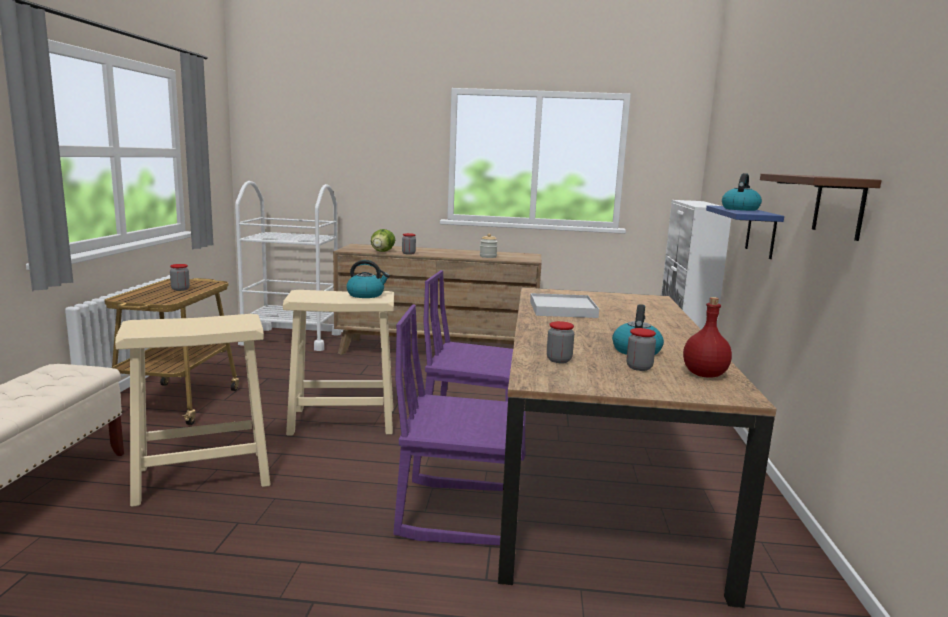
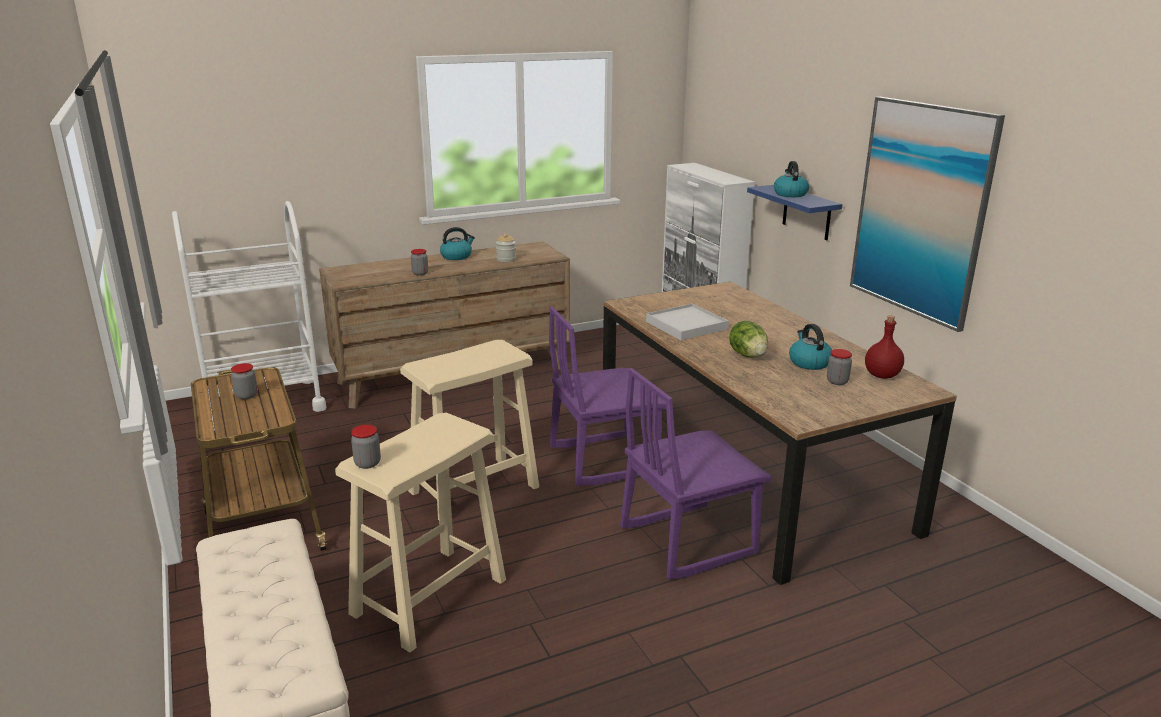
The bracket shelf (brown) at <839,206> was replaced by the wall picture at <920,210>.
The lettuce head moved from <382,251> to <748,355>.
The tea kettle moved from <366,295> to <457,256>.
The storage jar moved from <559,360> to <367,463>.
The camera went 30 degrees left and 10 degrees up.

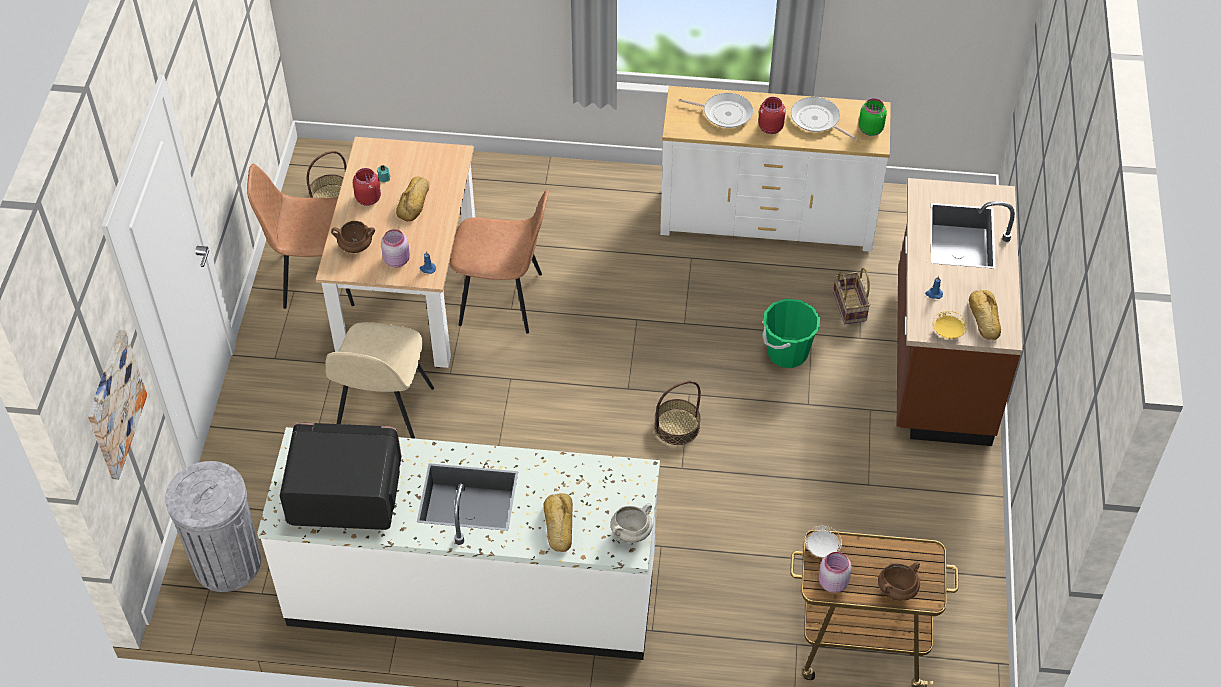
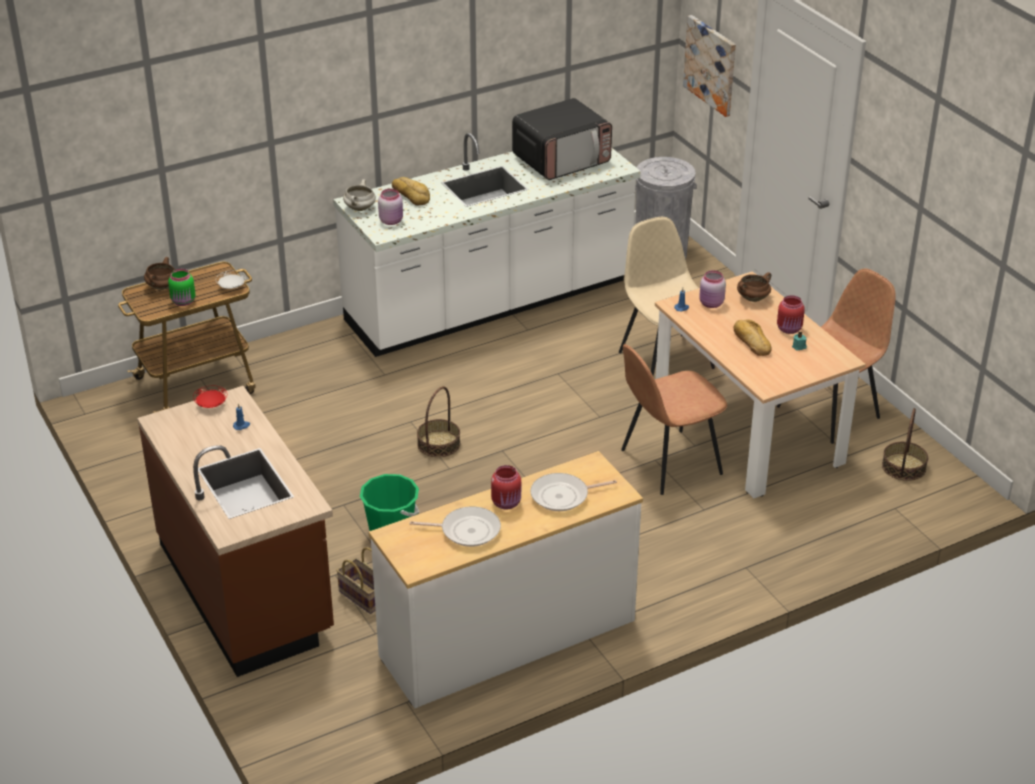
The storage jar (greenish) moved from <870,129> to <184,302>.
The bakery bread at <983,318> disappeared.
The dinner plate (yellowish) at <948,331> became the dinner plate (red-coloured) at <211,404>.
The storage jar (pinkish) moved from <832,582> to <391,221>.
The camera went 145 degrees right and 15 degrees down.

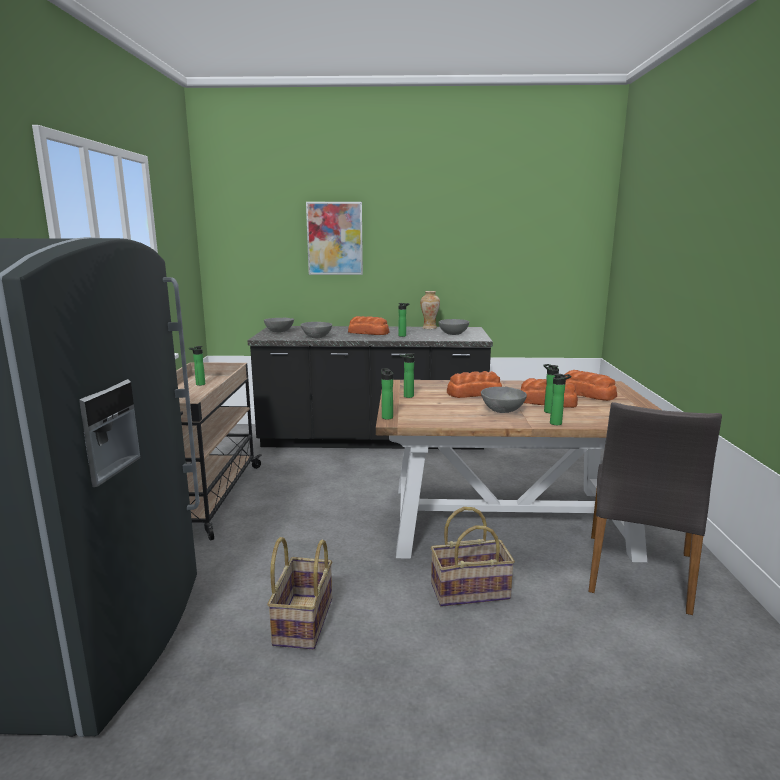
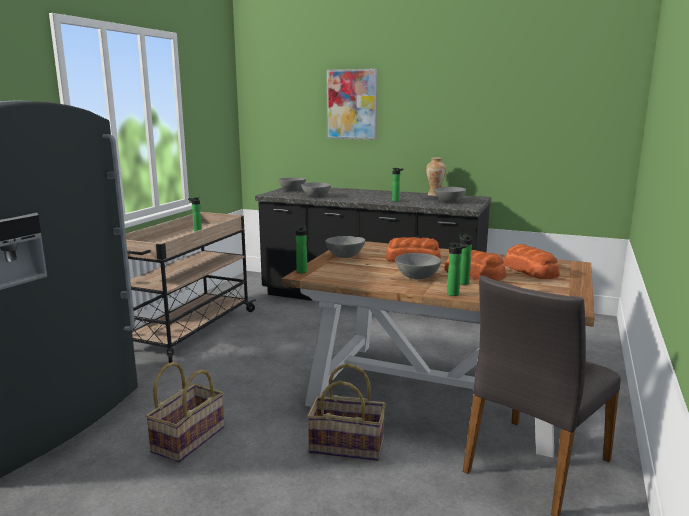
The bakery bread at <369,333> disappeared.
The bottle at <407,396> was replaced by the bowl (grey) at <345,256>.
The camera went 20 degrees right and 0 degrees up.

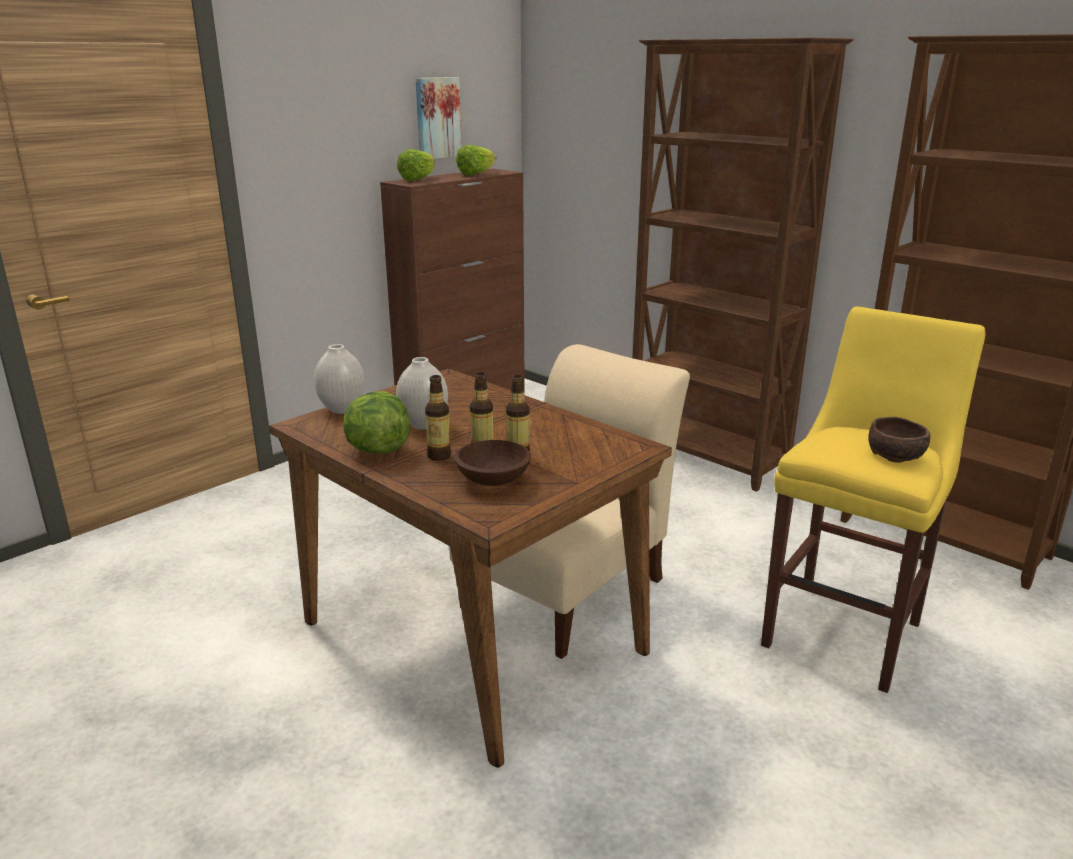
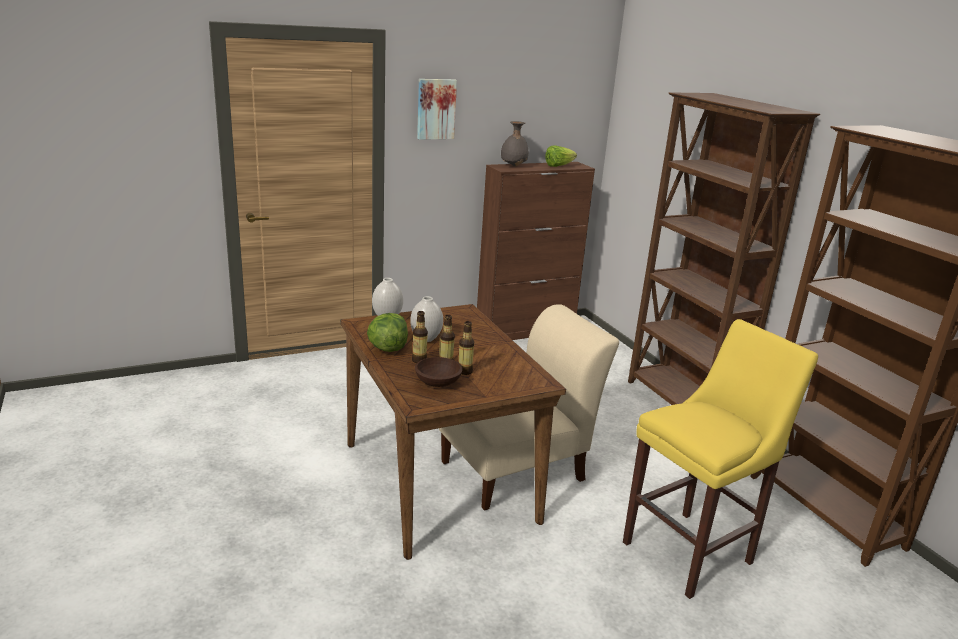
The wall picture moved from <437,118> to <435,109>.
The lettuce head at <418,179> was replaced by the flower vase (grey) at <513,166>.
The bowl (brown) at <896,455> disappeared.
The camera went 20 degrees right and 0 degrees up.

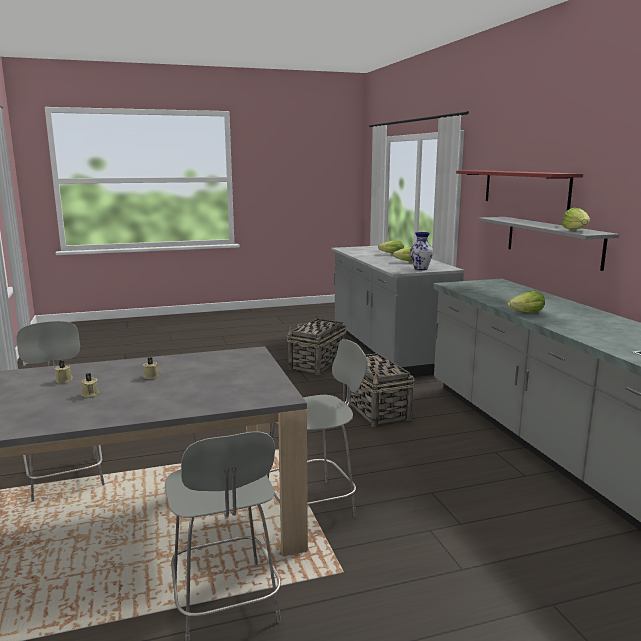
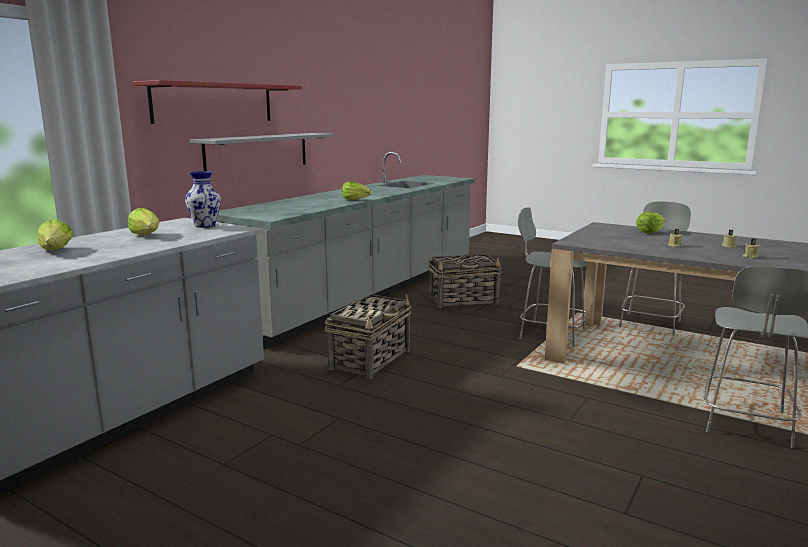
The lettuce head moved from <576,230> to <649,232>.
The basket moved from <316,364> to <464,300>.
The camera went 130 degrees left and 0 degrees up.

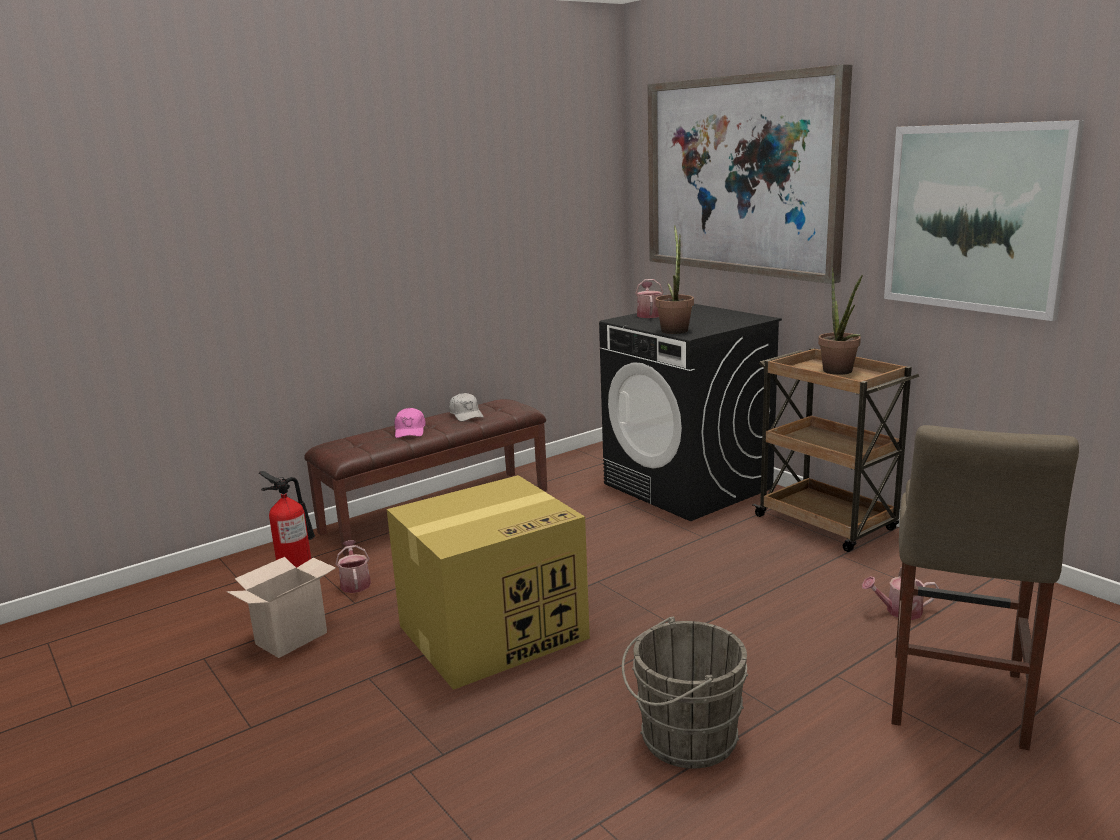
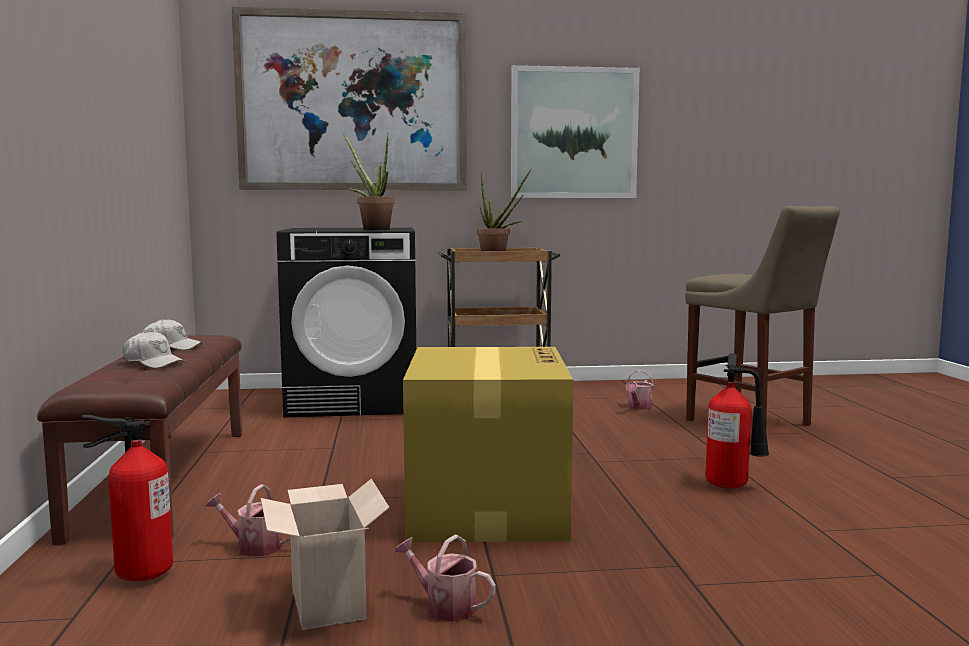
The watering pot moved from <649,314> to <444,606>.
The cap (pinkish) at <410,431> became the cap (white) at <153,363>.
The water bucket (grey) at <682,739> was replaced by the fire extinguisher at <733,485>.
The camera went 60 degrees left and 10 degrees down.

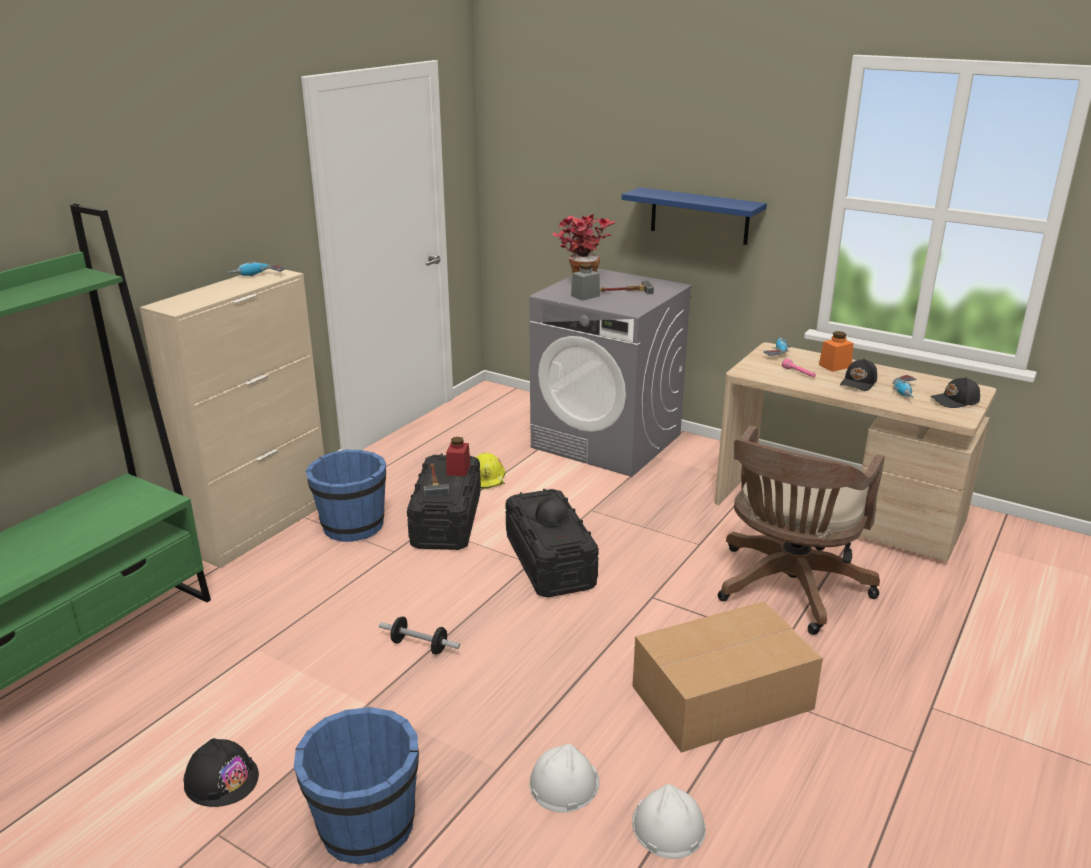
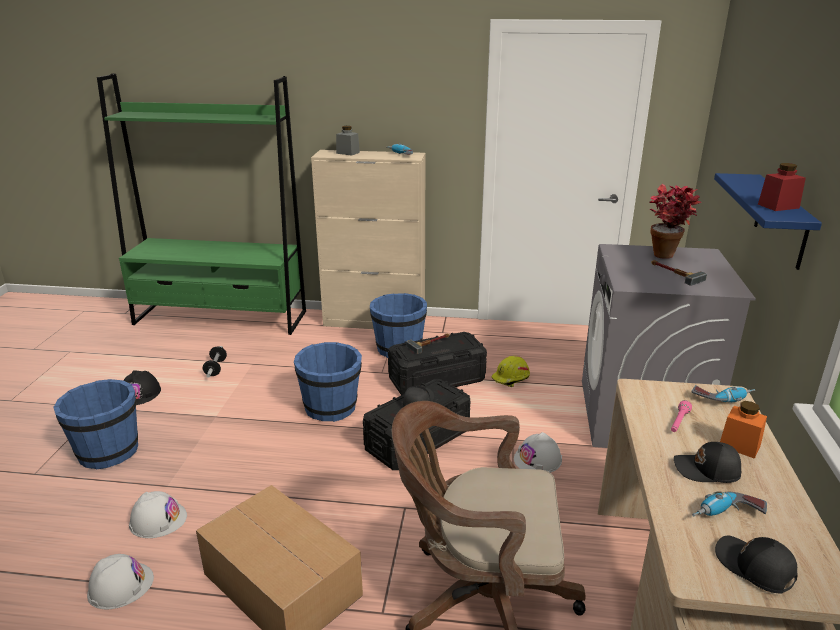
The storage jar (grey) moved from <585,296> to <348,153>.
The storage jar (red-coloured) moved from <458,470> to <778,206>.
The dumbbell moved from <419,646> to <216,368>.
The water bucket (blue) at <331,408> appeared.
The safety helmet (white) at <538,459> appeared.
The camera went 65 degrees right and 0 degrees up.

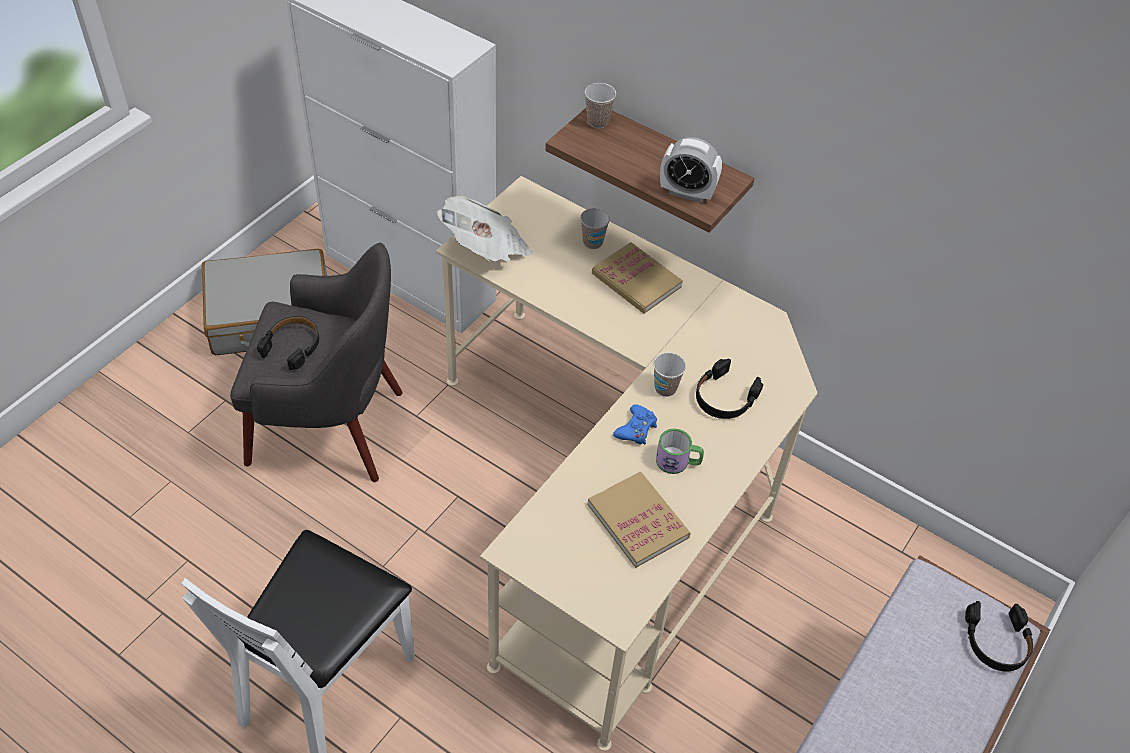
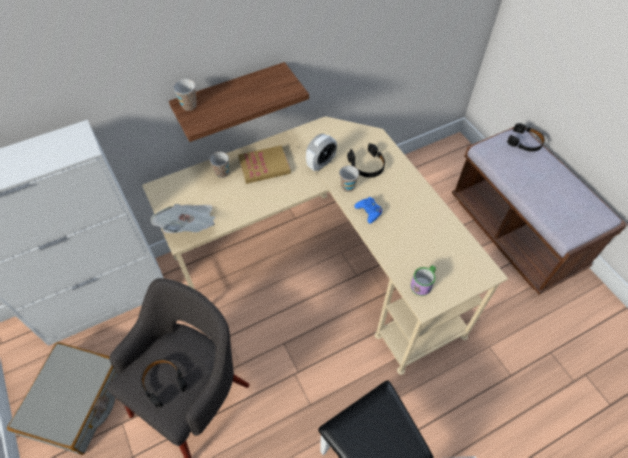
The alarm clock moved from <687,193> to <321,163>.
The coffee mug moved from <678,462> to <423,283>.
The book at <638,521> disappeared.
The camera went 60 degrees left and 5 degrees up.

